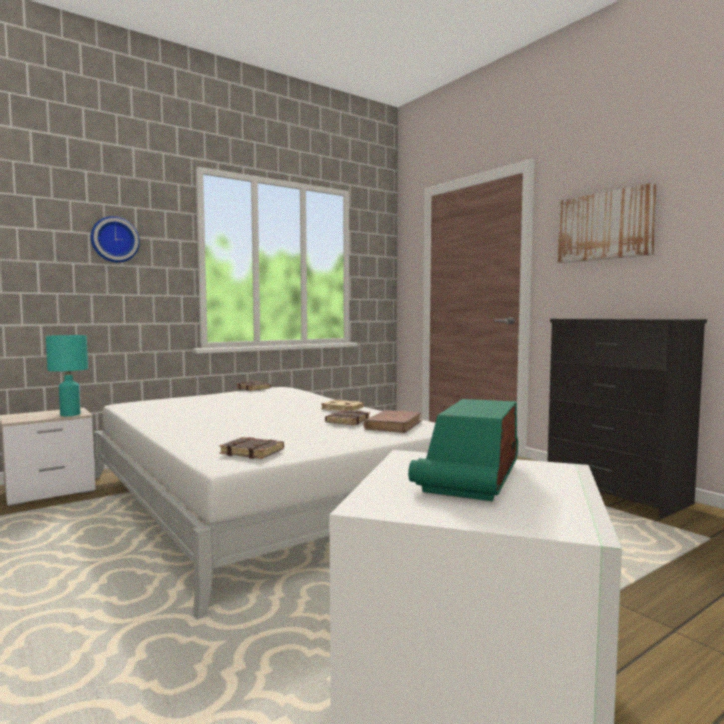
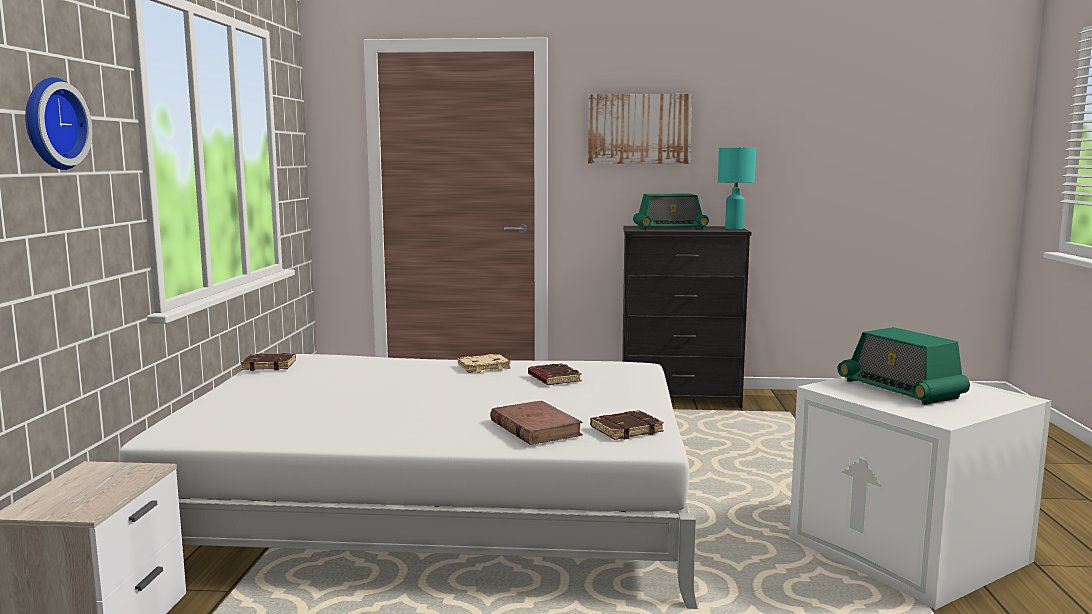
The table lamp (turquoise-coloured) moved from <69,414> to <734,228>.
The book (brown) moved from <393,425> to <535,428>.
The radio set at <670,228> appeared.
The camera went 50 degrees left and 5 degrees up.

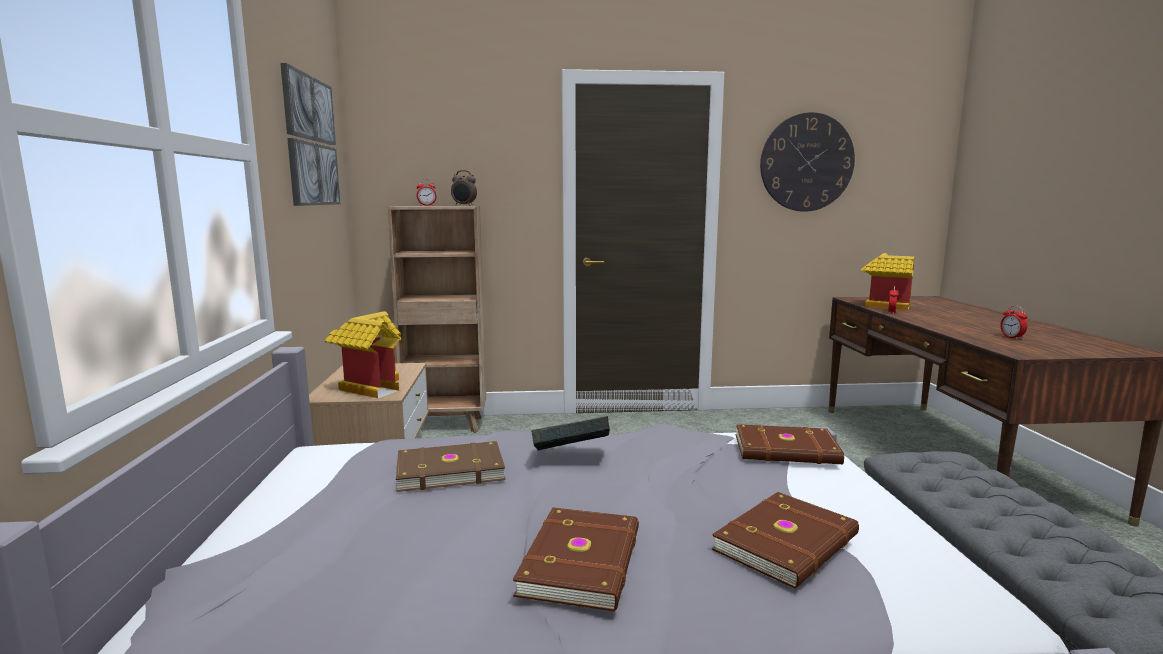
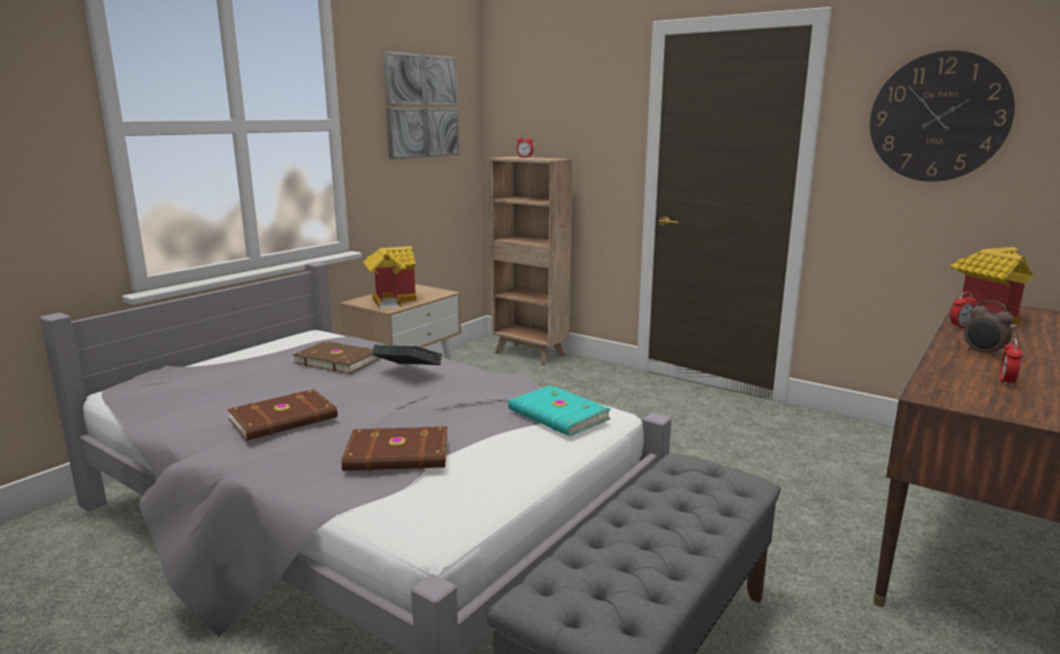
The alarm clock moved from <464,205> to <983,353>.
The book (brown) at <787,450> became the book (turquoise-coloured) at <558,415>.
The camera went 40 degrees right and 5 degrees up.

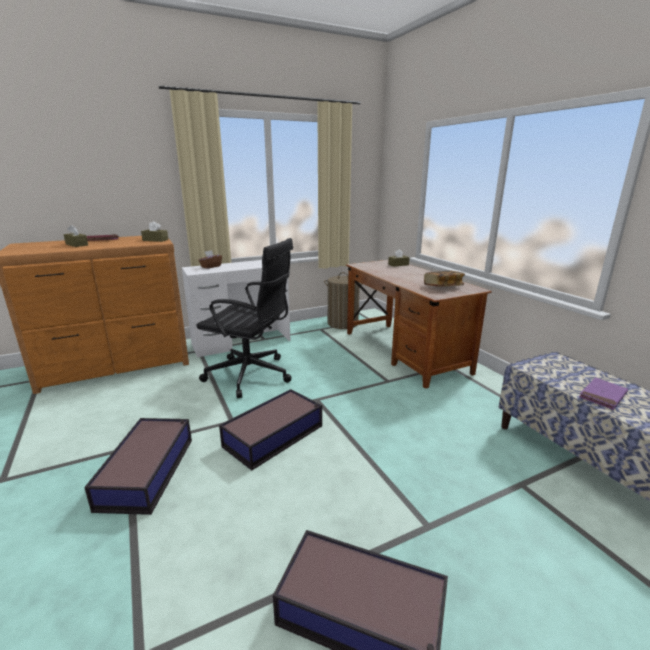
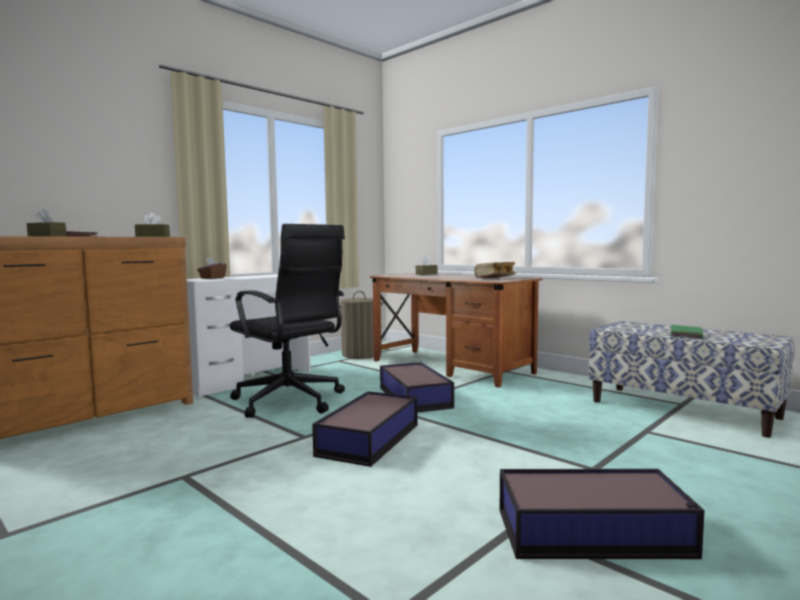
The desk chair (blackish) at <251,375> turned 45 degrees clockwise.
The book (purple) at <603,395> became the book (greenish) at <686,334>.
The storage bin moved from <148,471> to <414,397>.
The camera went 20 degrees left and 15 degrees down.

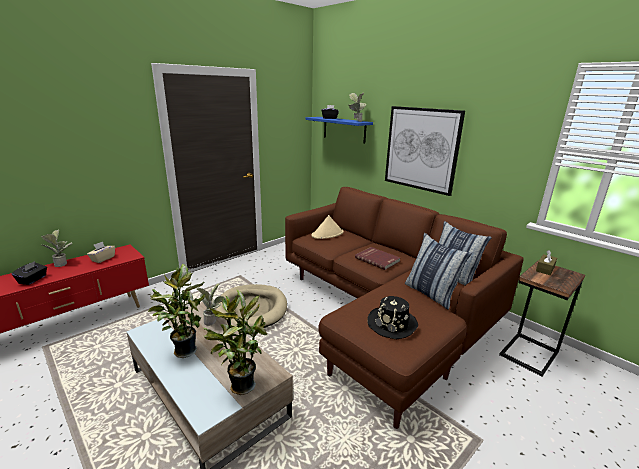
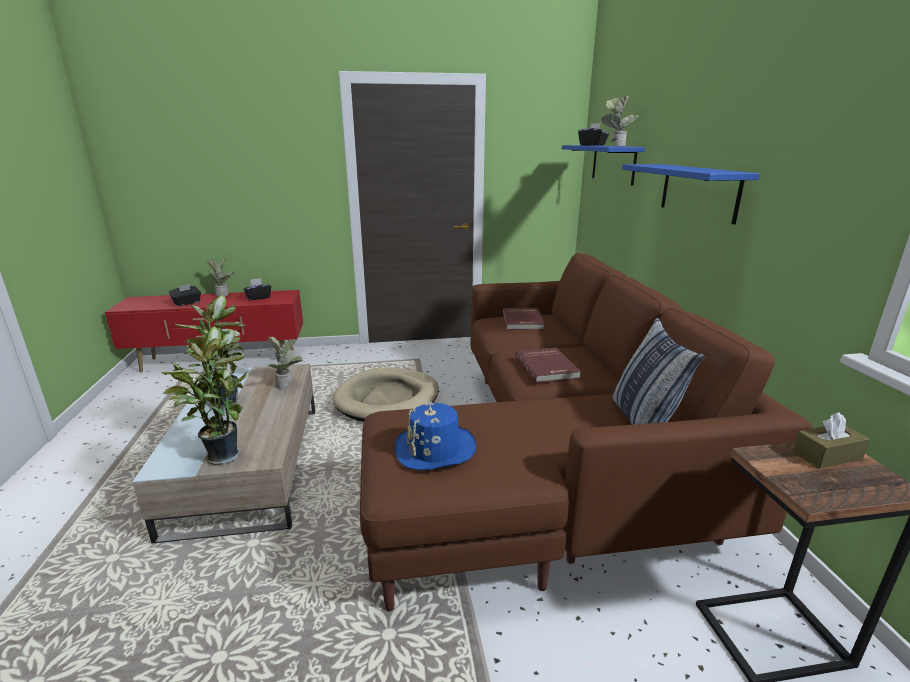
The wall picture at <421,149> was replaced by the bracket shelf (blue) at <698,191>.
The hat (beige) at <327,234> was replaced by the book (red-coloured) at <523,321>.
The pillow at <431,294> disappeared.
The tissue box (beige) at <103,259> became the tissue box (blackish) at <258,297>.
The hat (blackish) at <392,324> became the hat (blue) at <435,449>.
The camera went 35 degrees right and 0 degrees up.

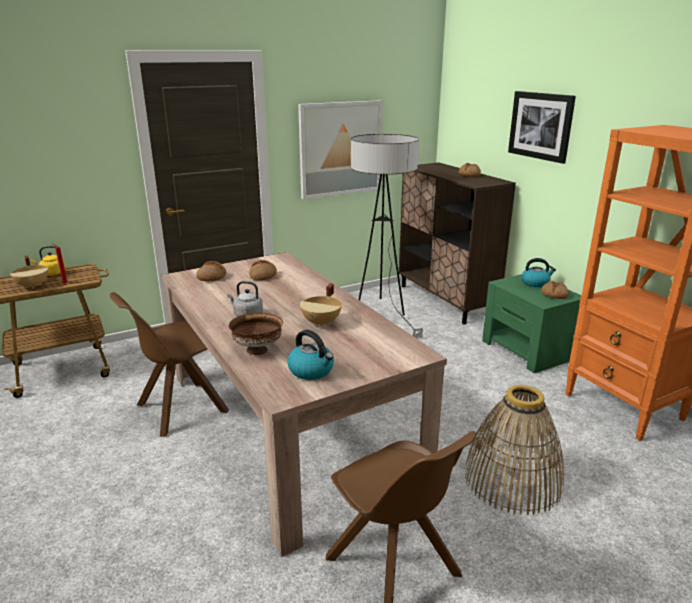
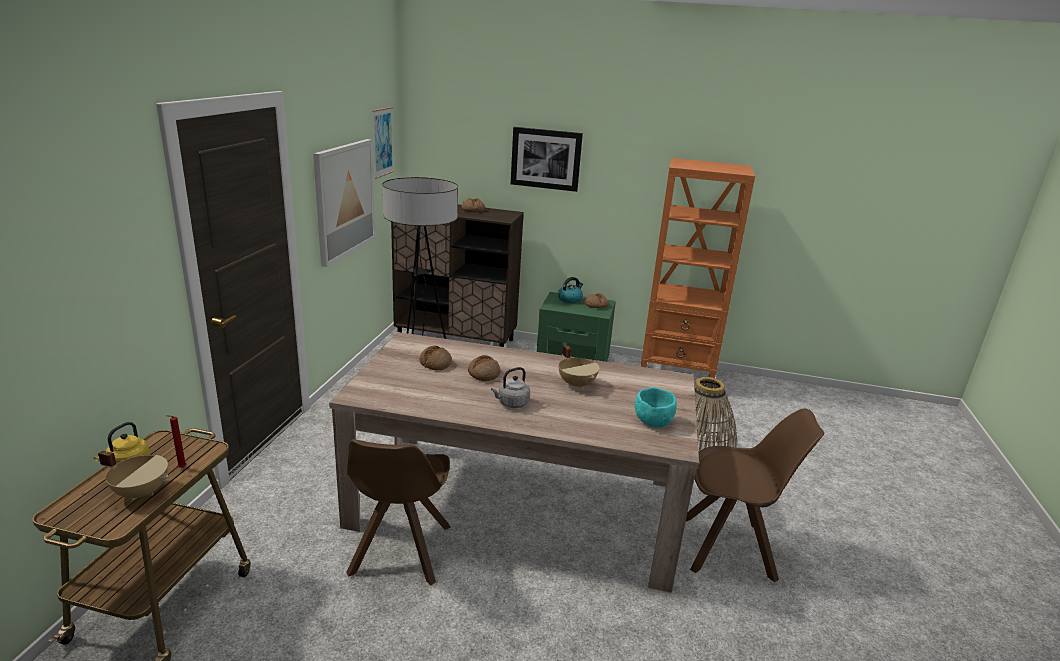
The bakery bread moved from <211,277> to <483,374>.
The bowl (brown) at <257,349> disappeared.
The tea kettle at <312,370> was replaced by the bowl (turquoise-coloured) at <652,421>.
The wall picture at <382,142> appeared.
The camera went 50 degrees left and 0 degrees up.

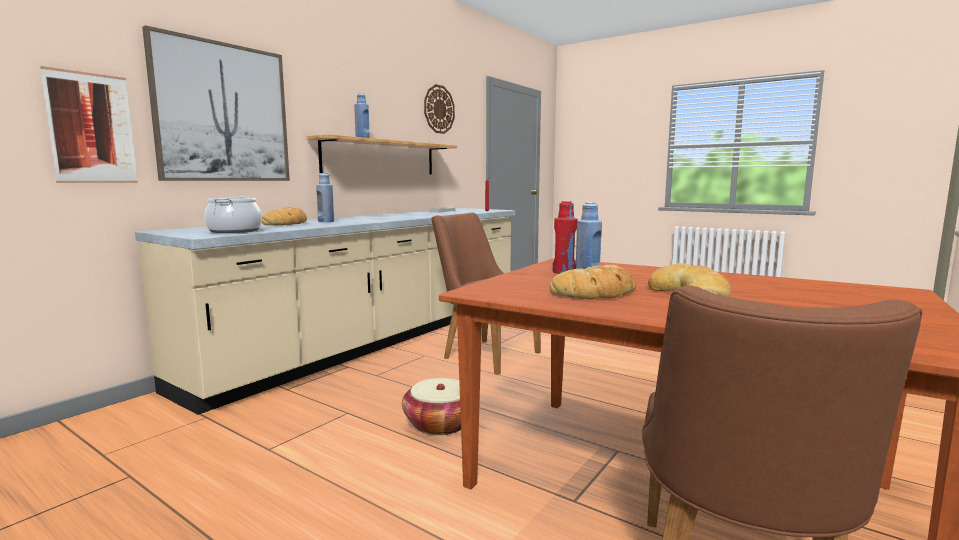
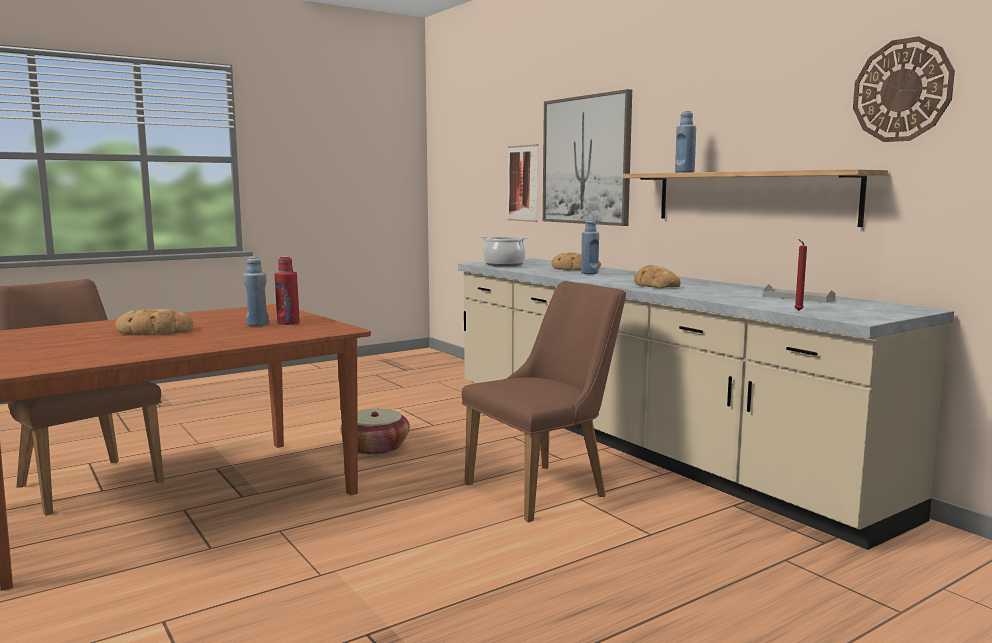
The bakery bread moved from <596,293> to <655,285>.
The camera went 110 degrees right and 0 degrees up.

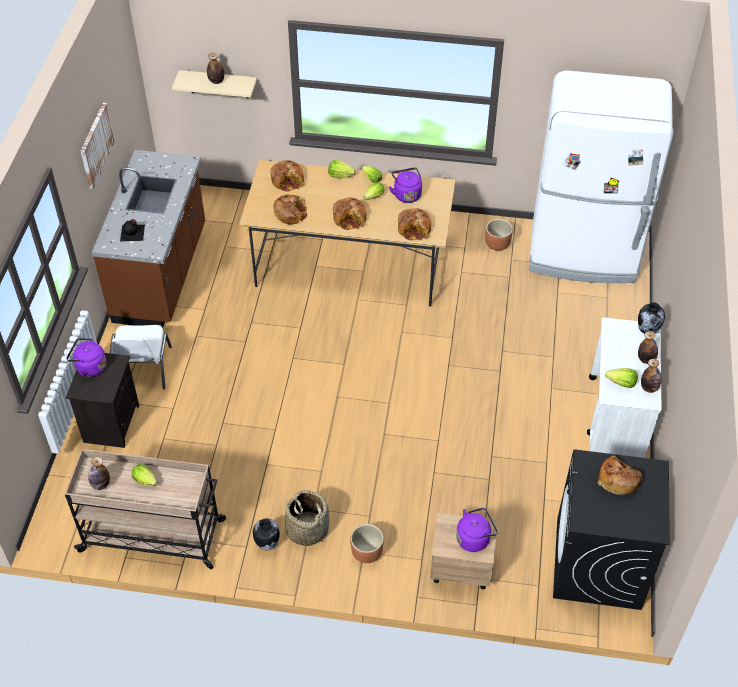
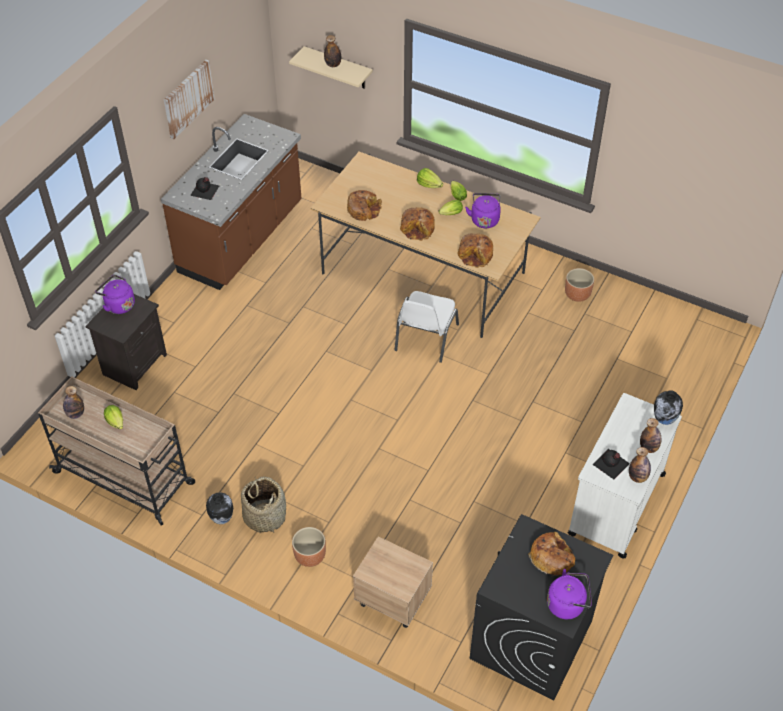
The fridge (white) at <583,253> disappeared.
The bakery bread at <288,180> disappeared.
The plain chair (white) moved from <142,369> to <425,338>.
The lettuce head at <621,383> was replaced by the bottle (blackish) at <611,464>.
The tea kettle (purple) moved from <474,538> to <568,604>.
The camera went 20 degrees right and 0 degrees up.

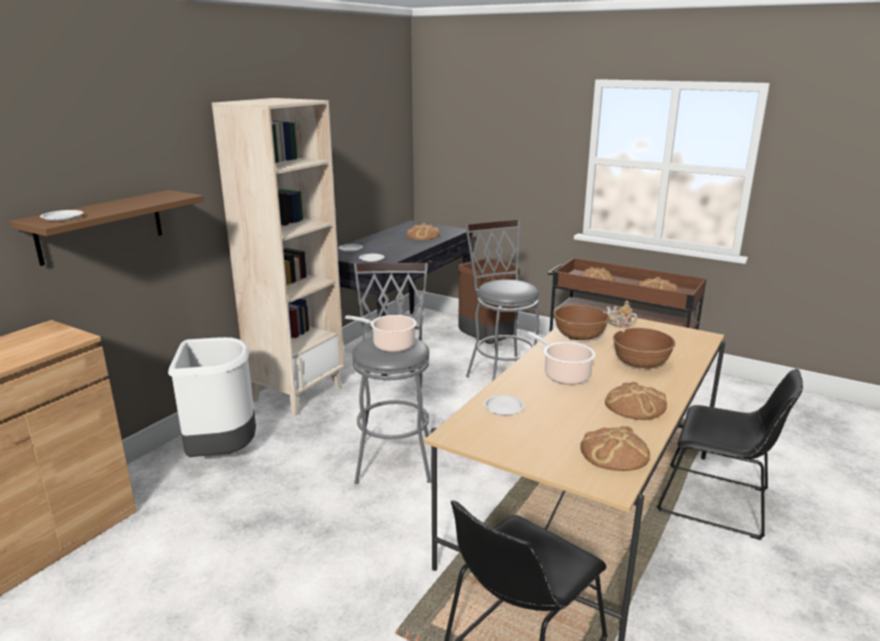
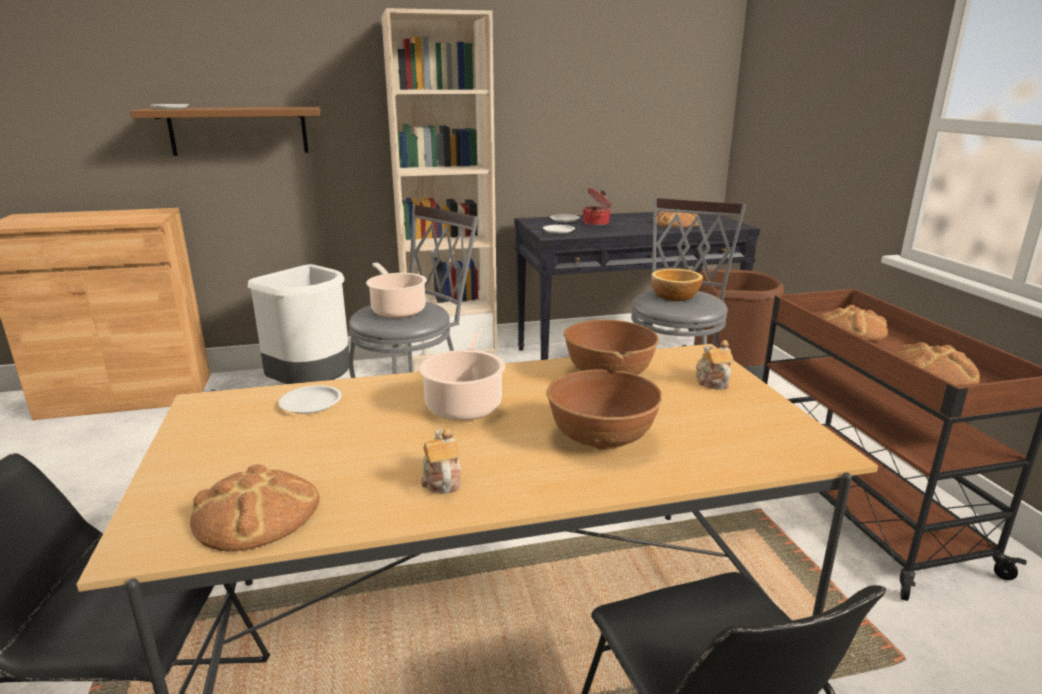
The bakery bread at <635,405> was replaced by the tea pot at <441,479>.
The cooking pot at <597,223> appeared.
The bowl at <675,296> appeared.
The camera went 45 degrees right and 0 degrees up.

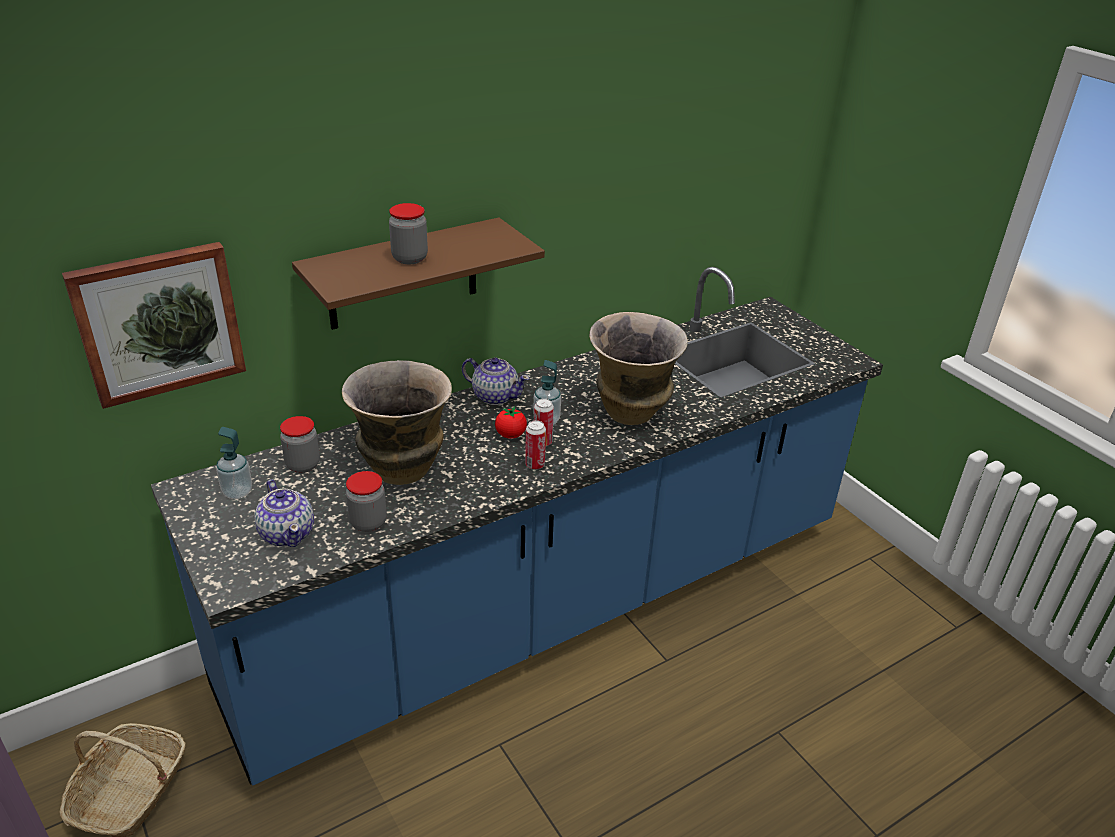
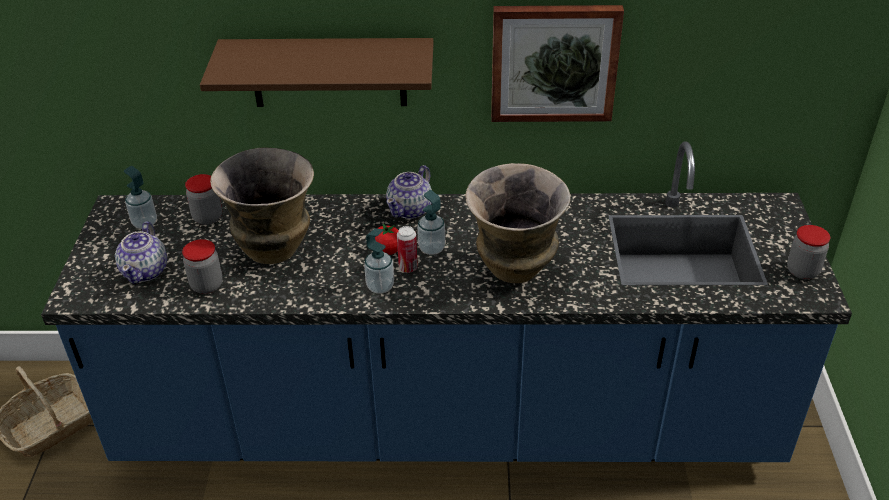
The storage jar moved from <409,258> to <802,271>.
The wall picture moved from <159,322> to <554,62>.
The tea pot at <495,396> turned 60 degrees clockwise.
The sealed can at <535,465> was replaced by the soap dispenser at <380,286>.
The camera went 35 degrees right and 5 degrees up.

